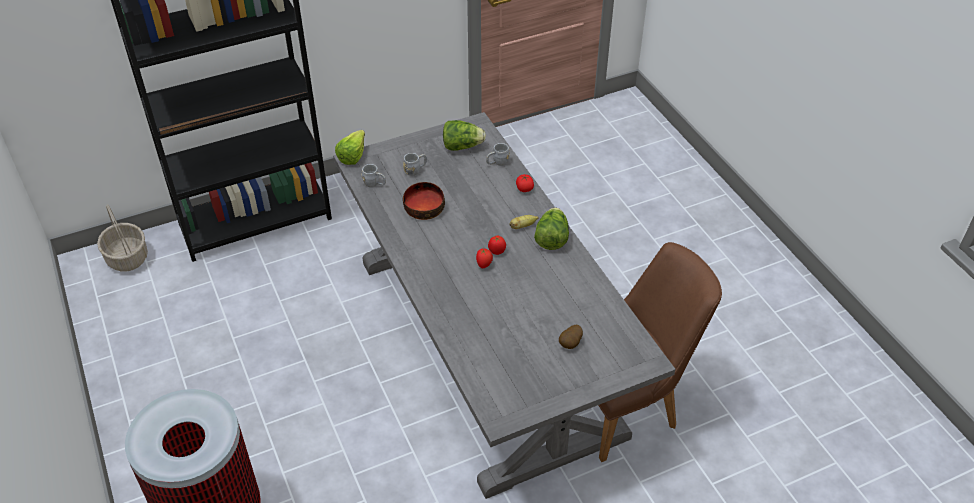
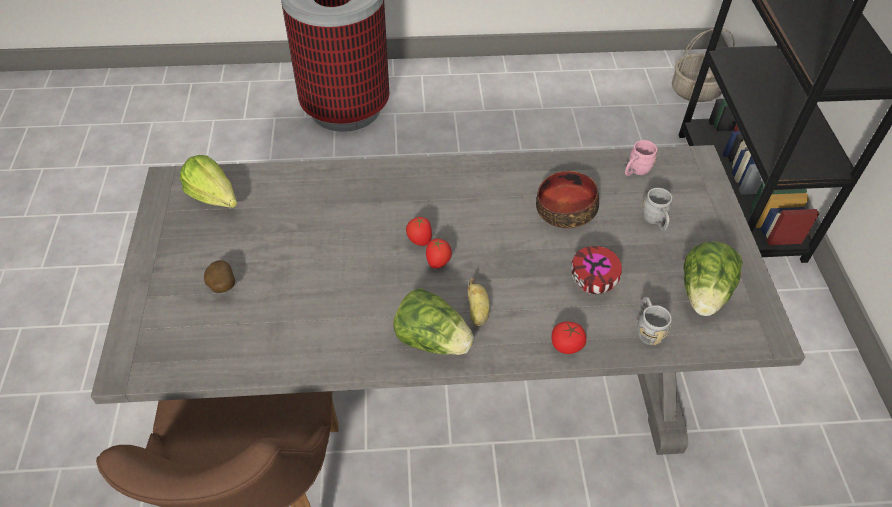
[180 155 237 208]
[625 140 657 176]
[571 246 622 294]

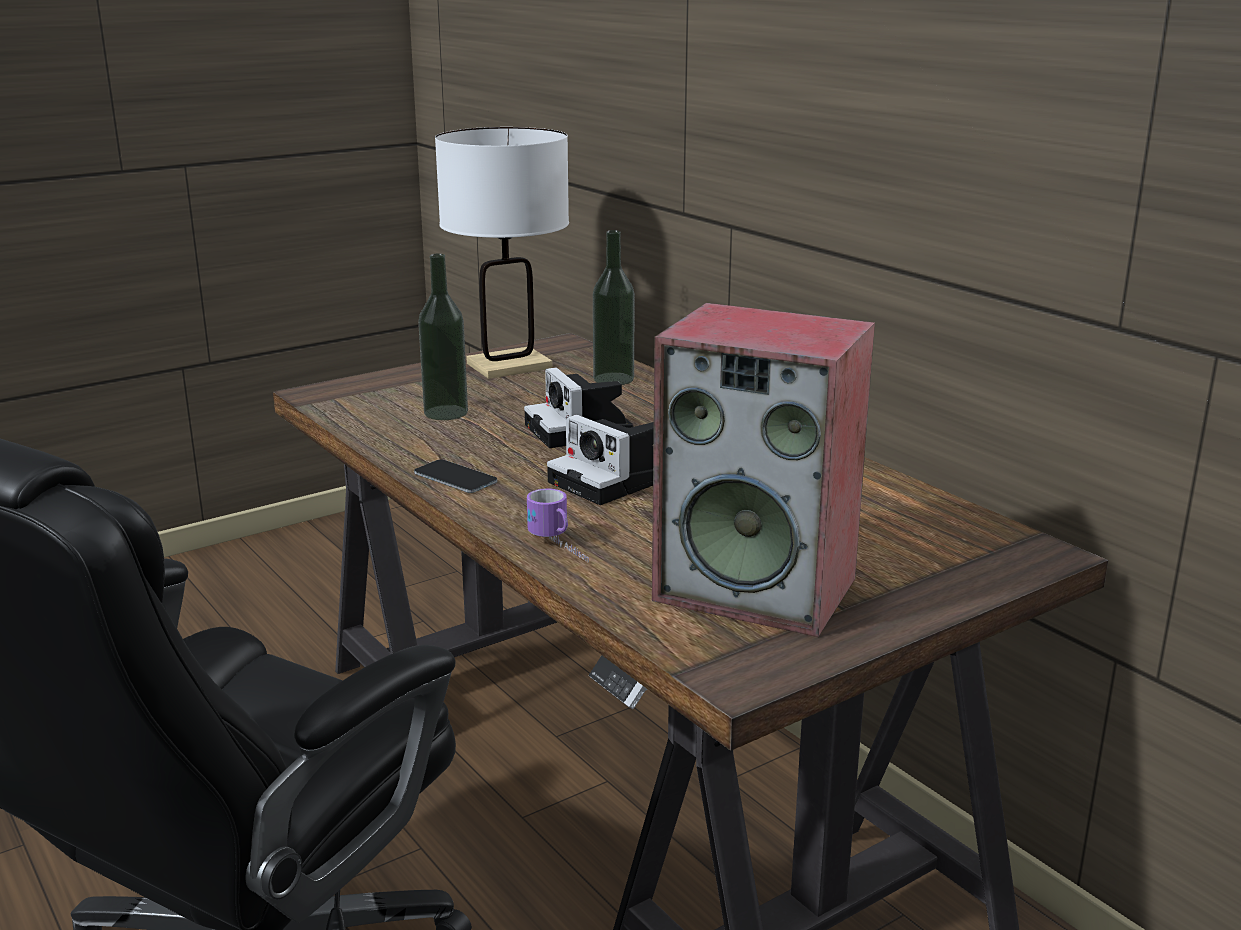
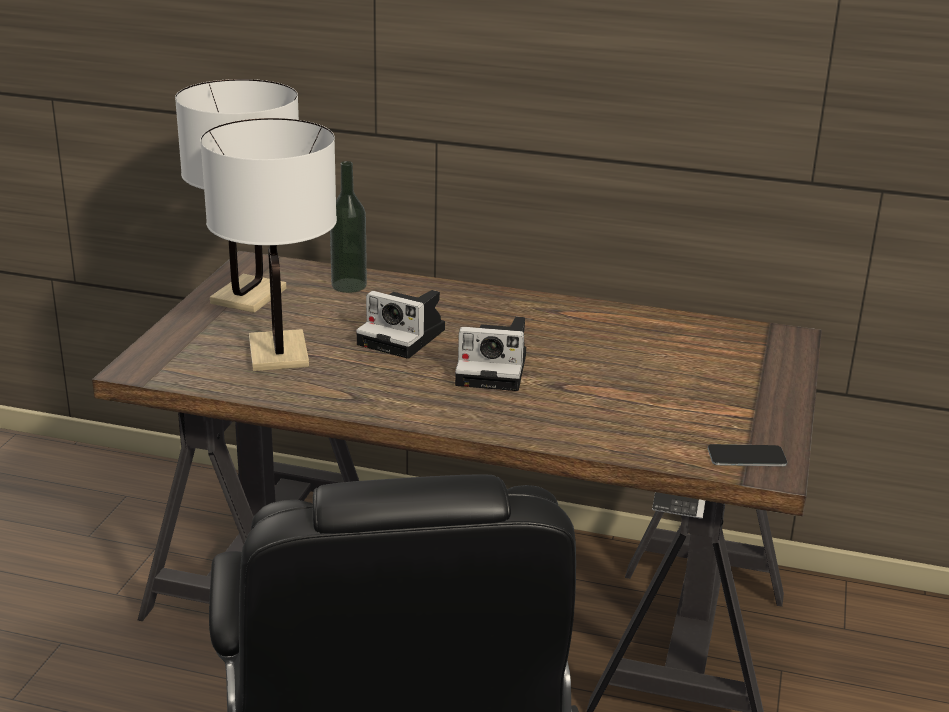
[200 118 337 371]
[652 303 875 637] (first image)
[708 444 787 466]
[527 489 589 563] (first image)

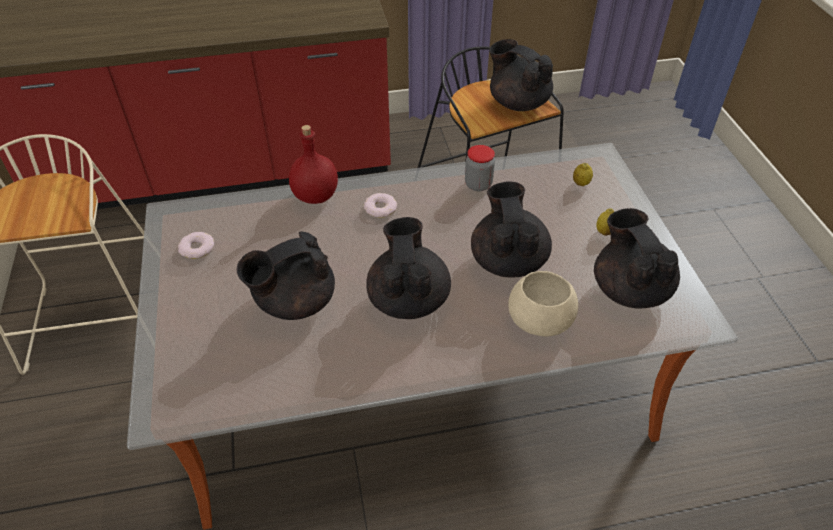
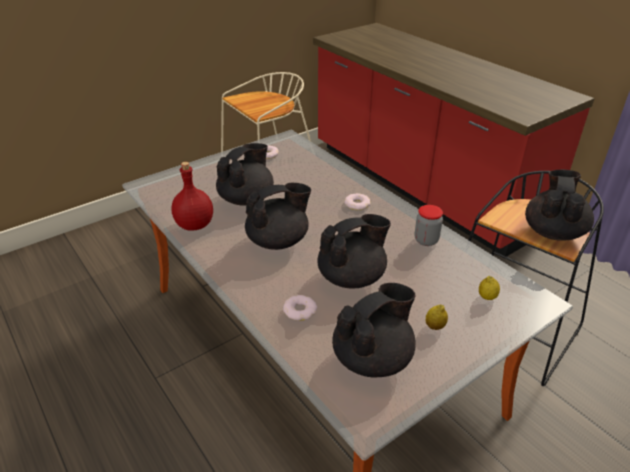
[172 162 213 231]
[216 143 274 206]
[283 295 317 321]

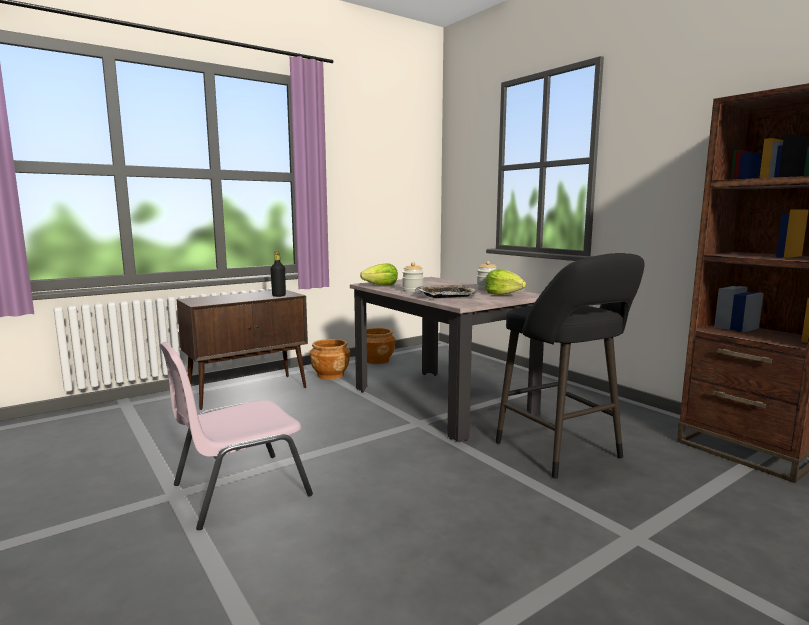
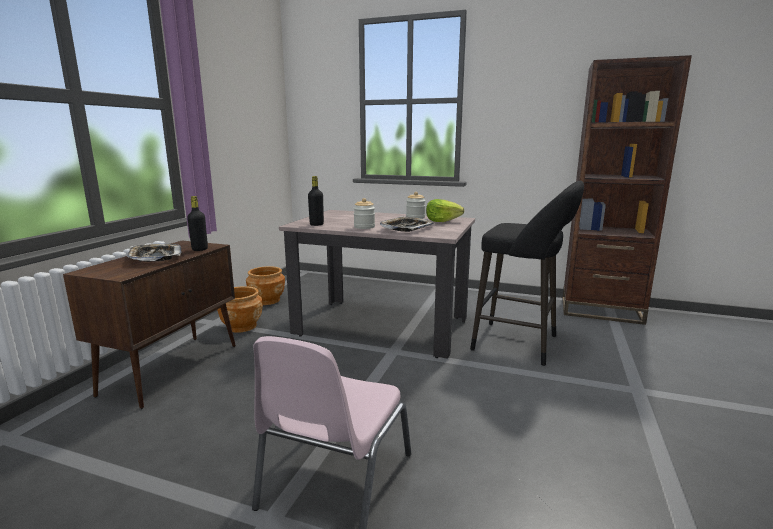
[308 176 324 226]
[127 244 182 262]

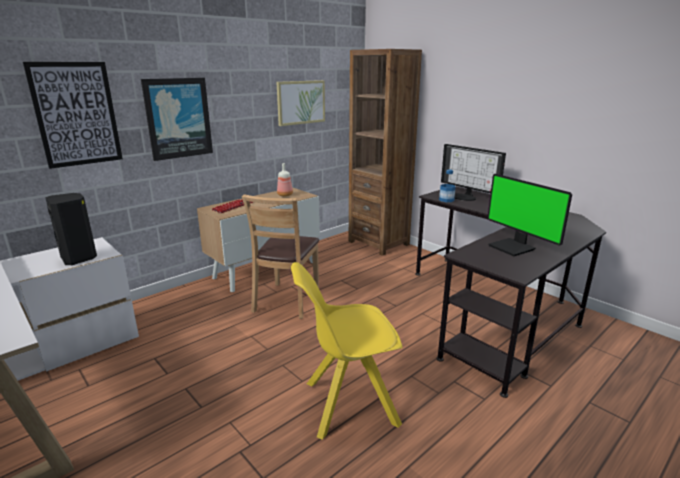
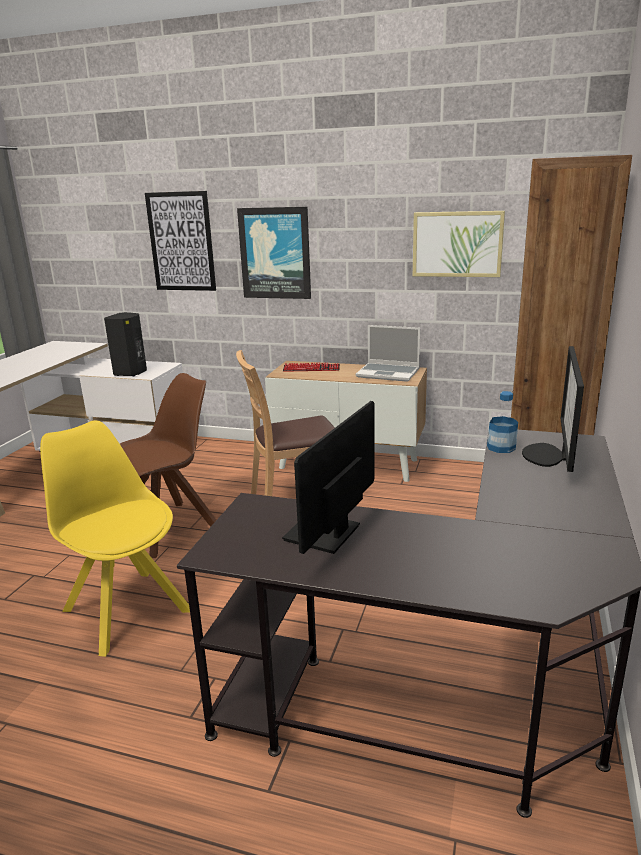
[356 325 420 382]
[120 373 216 558]

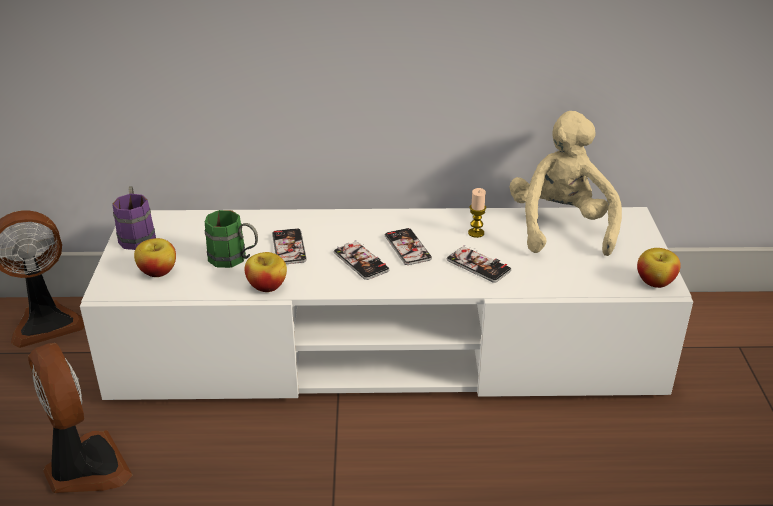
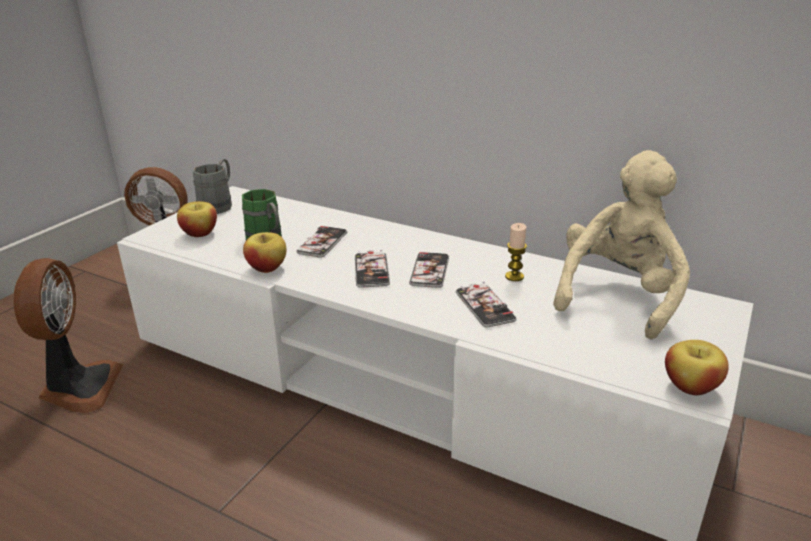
[193 159 232 214]

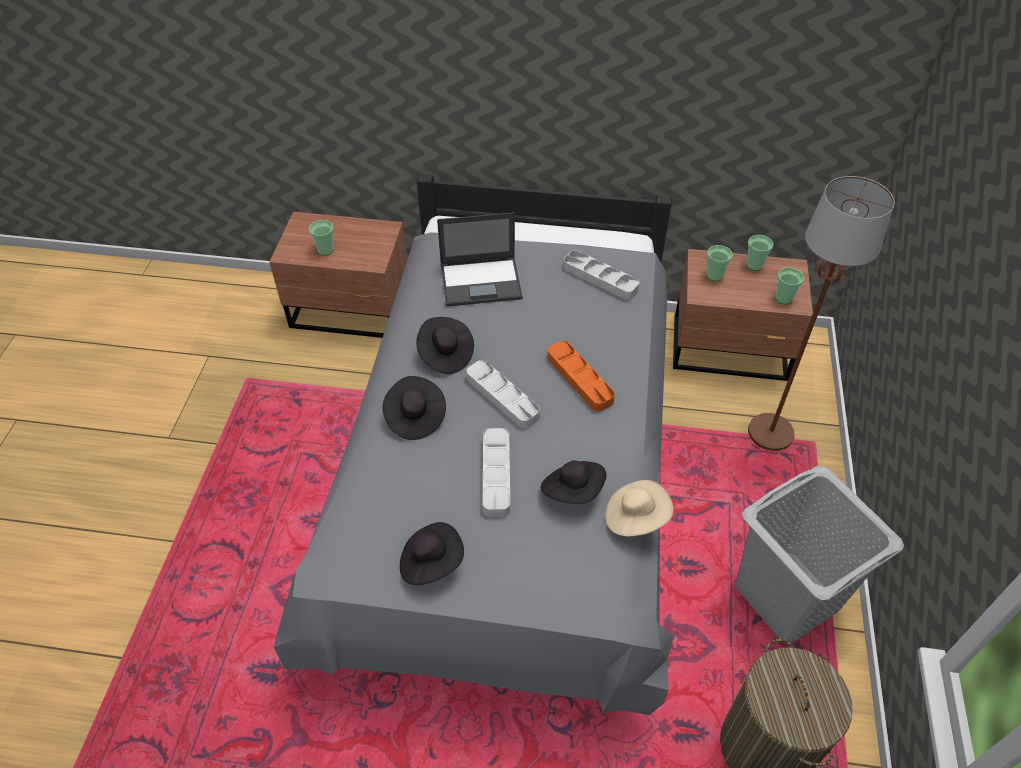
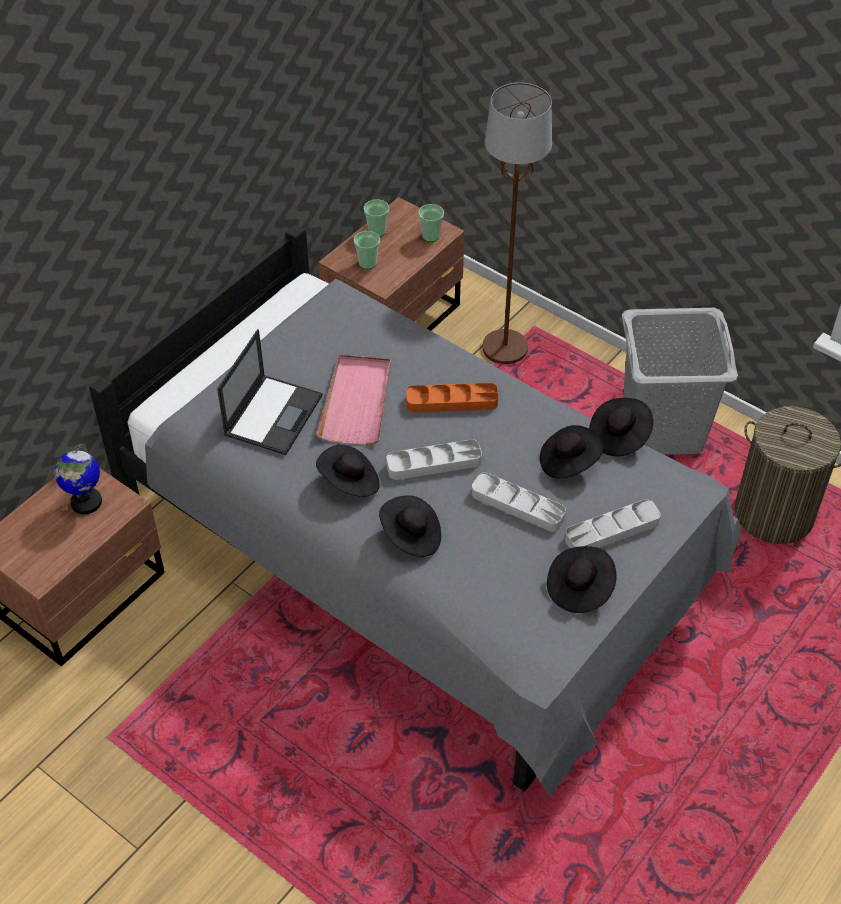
[309 220 334 256] (first image)
[565 499 660 548]
[589 398 653 456]
[316 355 391 445]
[54 444 102 514]

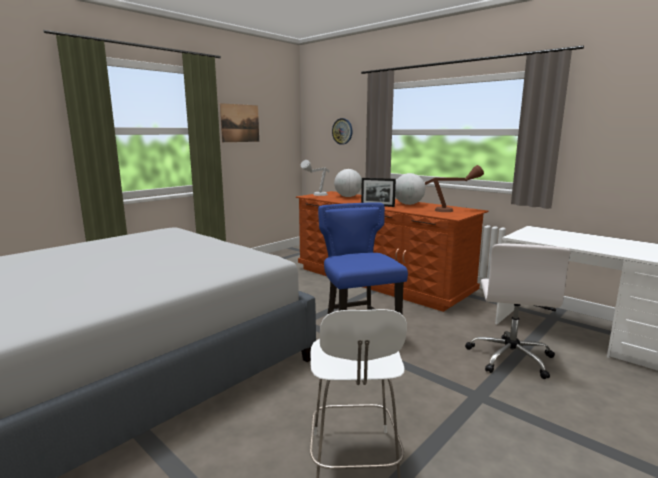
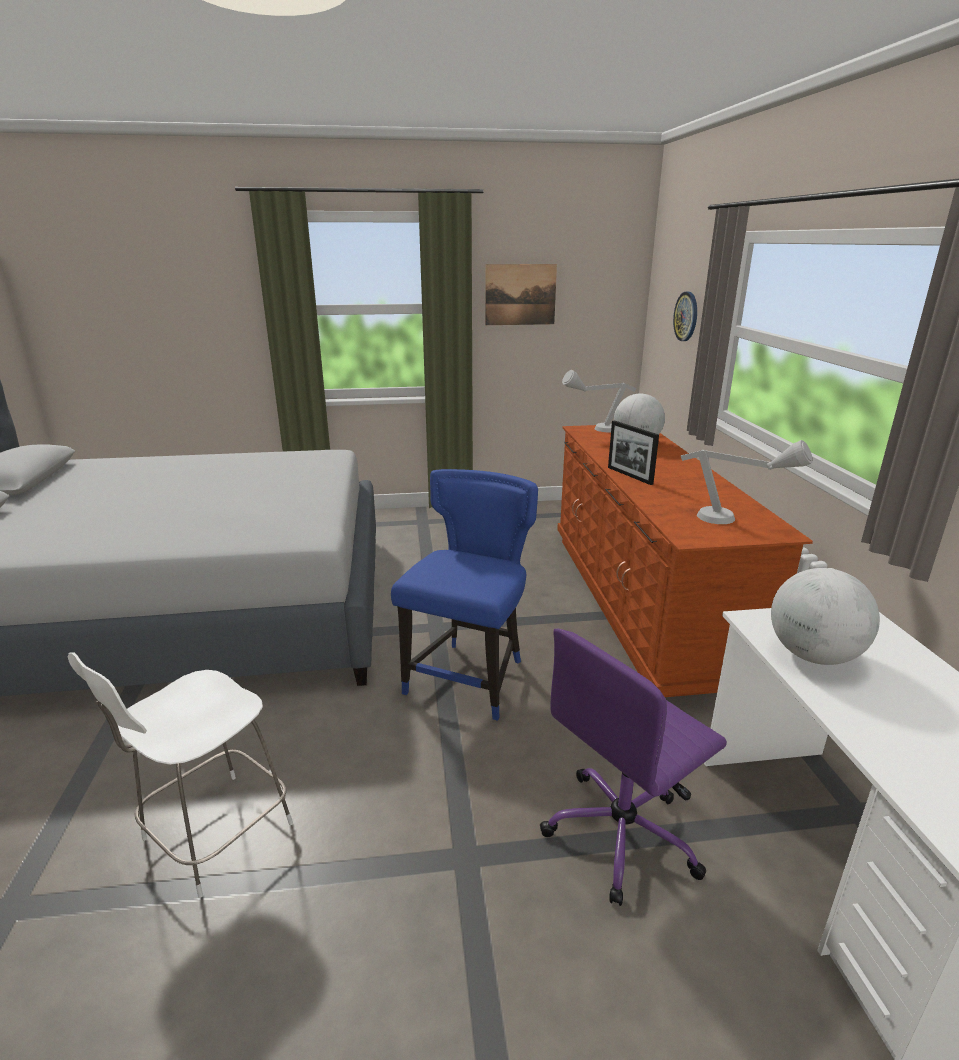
[681 440 813 524]
[771 568 880 665]
[540 629 727 906]

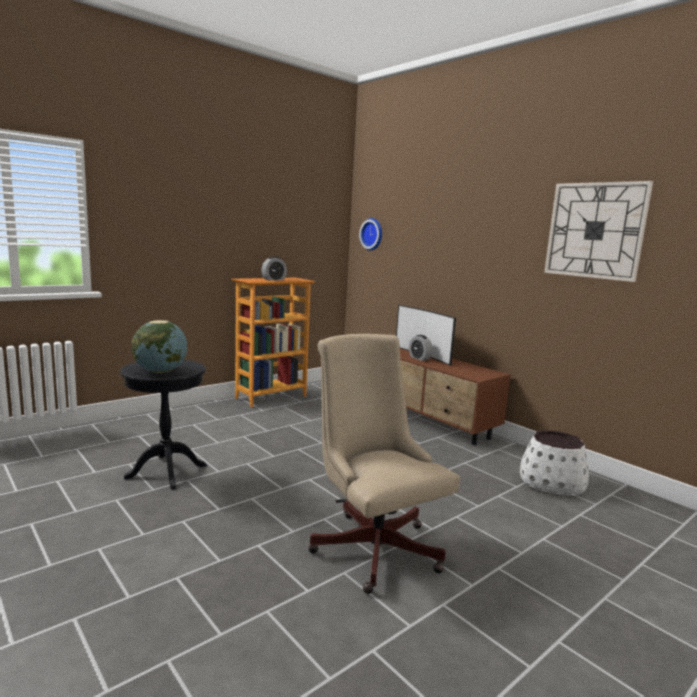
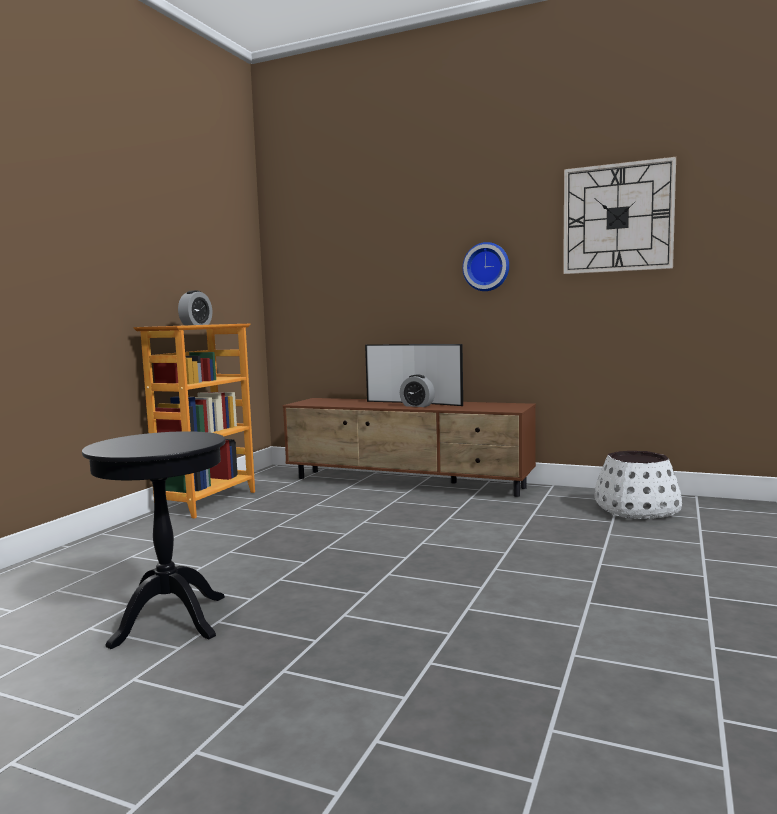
[462 242 509 291]
[132 320 187 373] (first image)
[308 334 460 594] (first image)

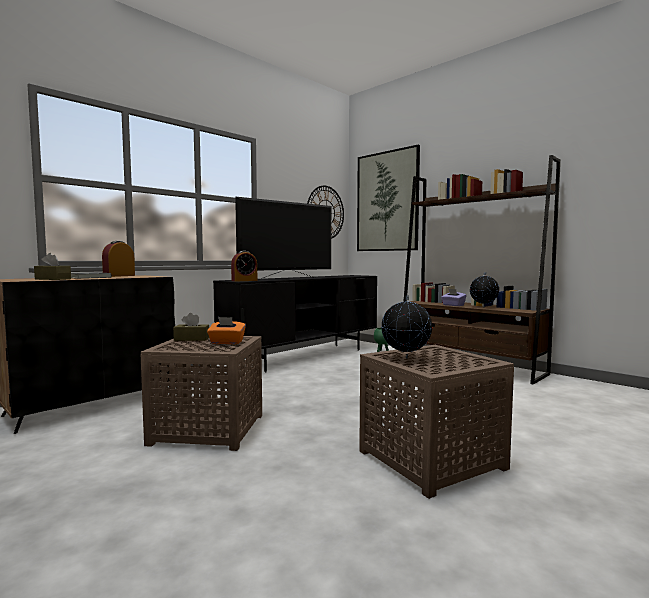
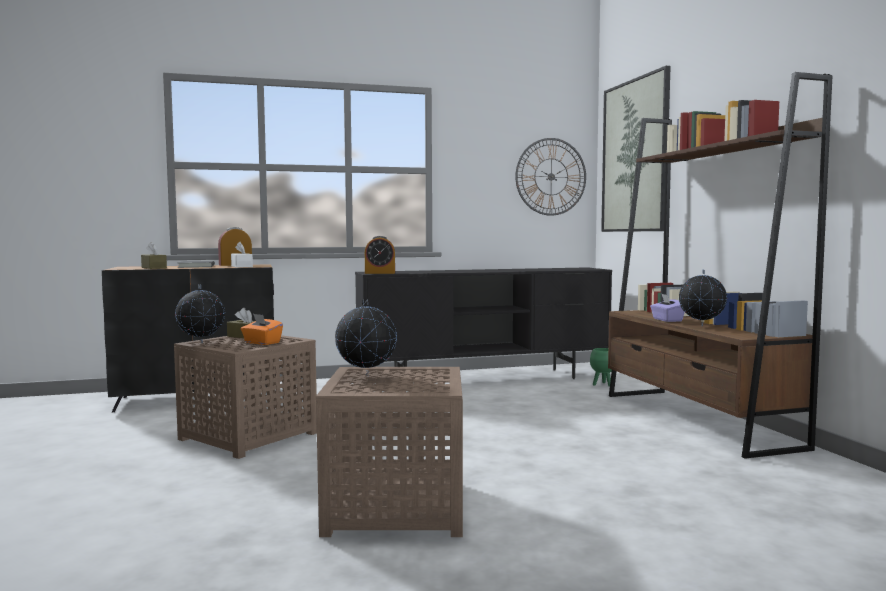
[235 197 331 280] (first image)
[231 242 253 268]
[175 284 225 343]

